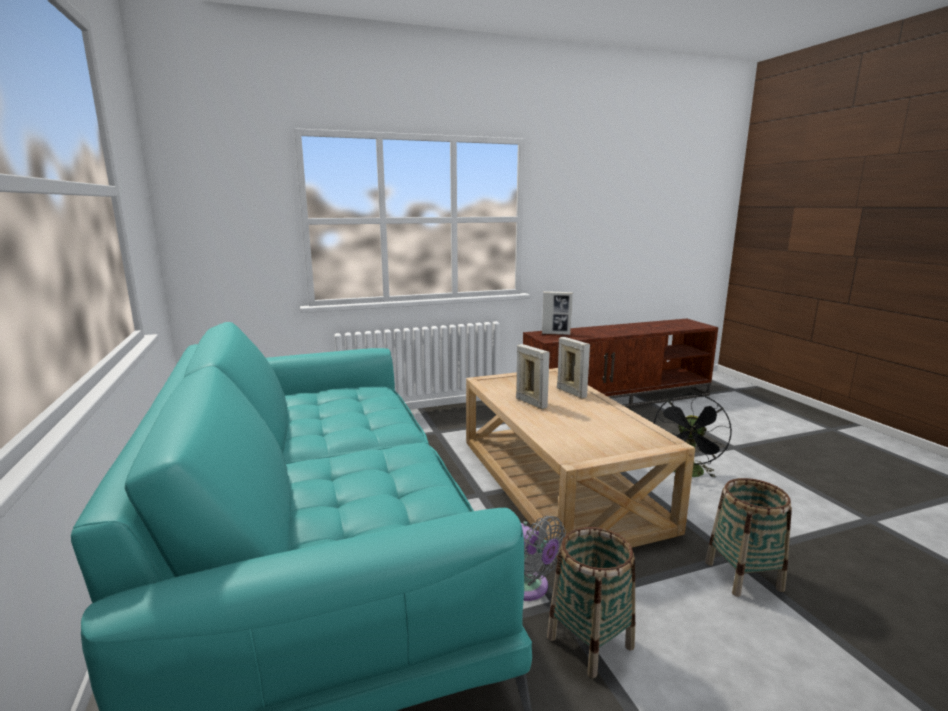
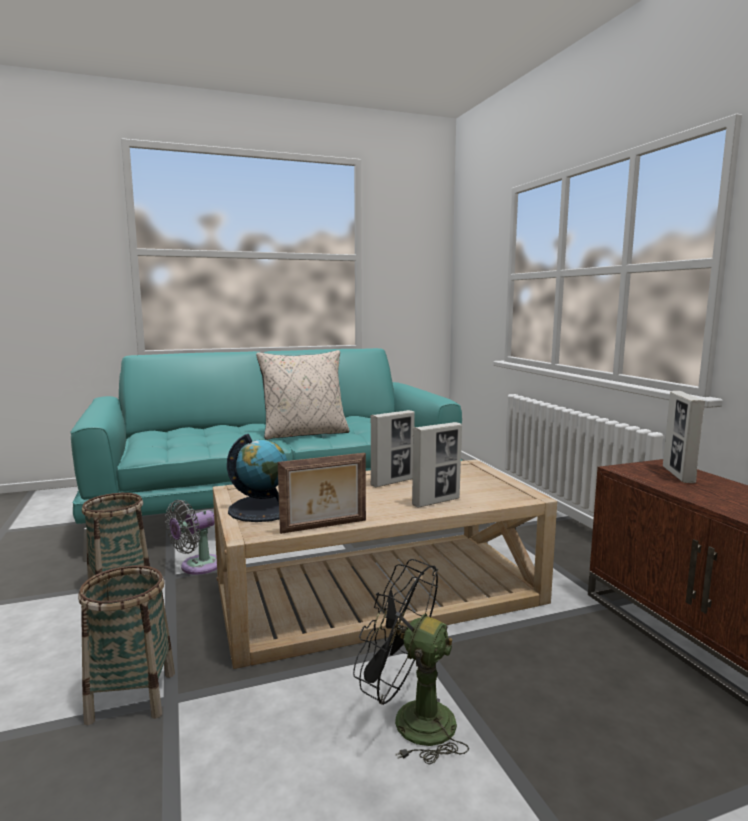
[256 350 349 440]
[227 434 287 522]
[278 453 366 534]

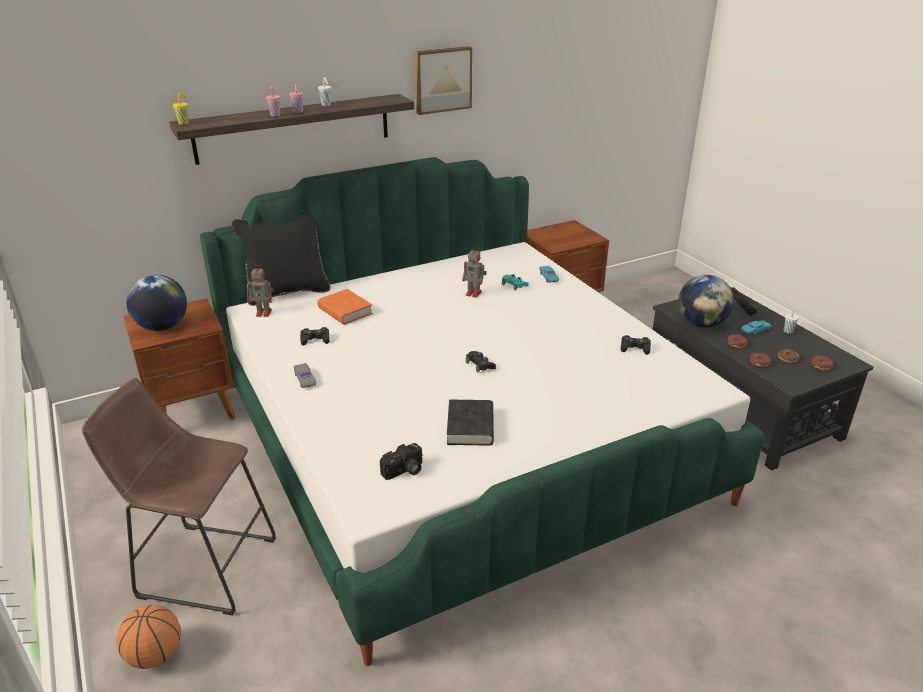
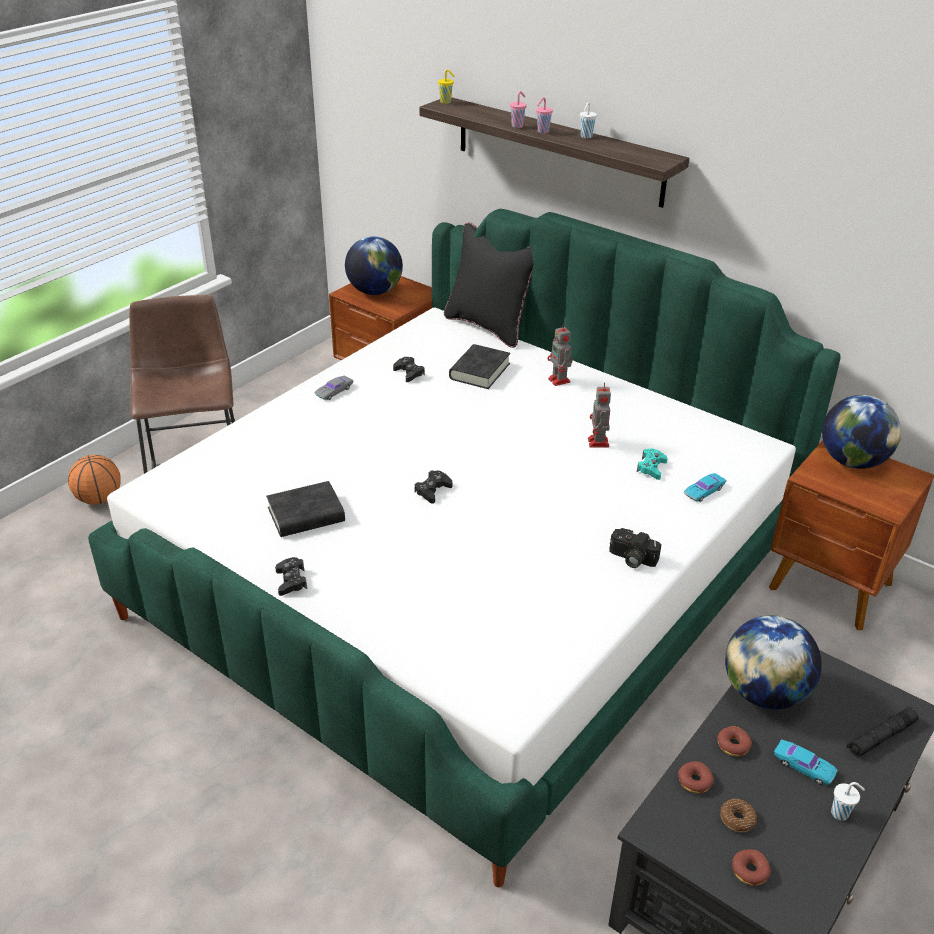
[415 46 472 115] (first image)
[547 324 573 386]
[449 344 510 389]
[275 557 307 596]
[609 528 661 568]
[822 395 901 469]

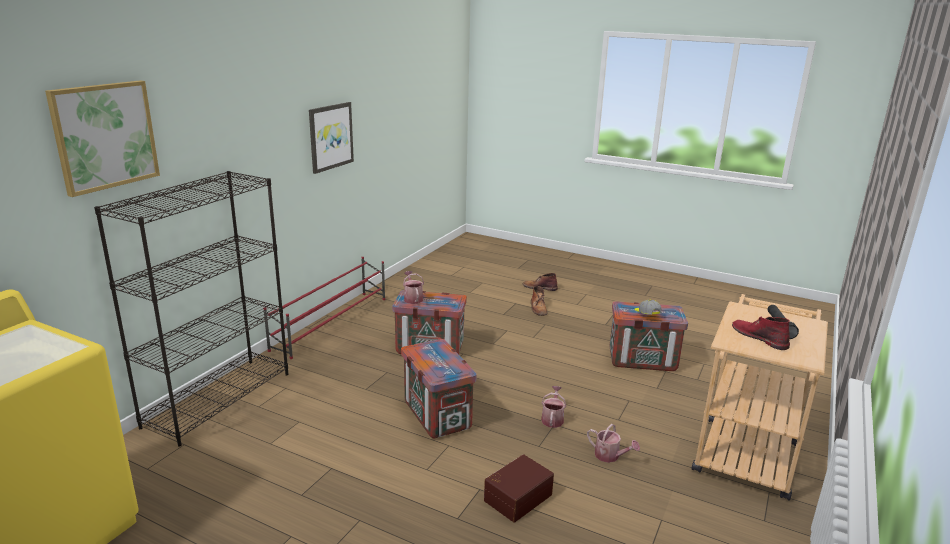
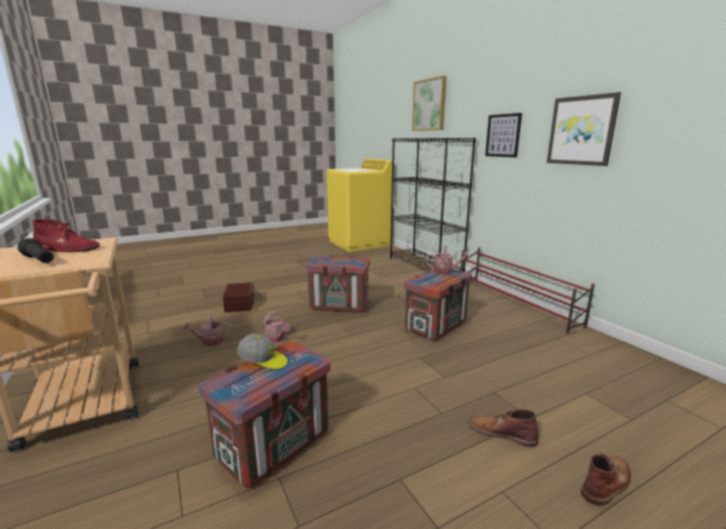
[485 113 522 157]

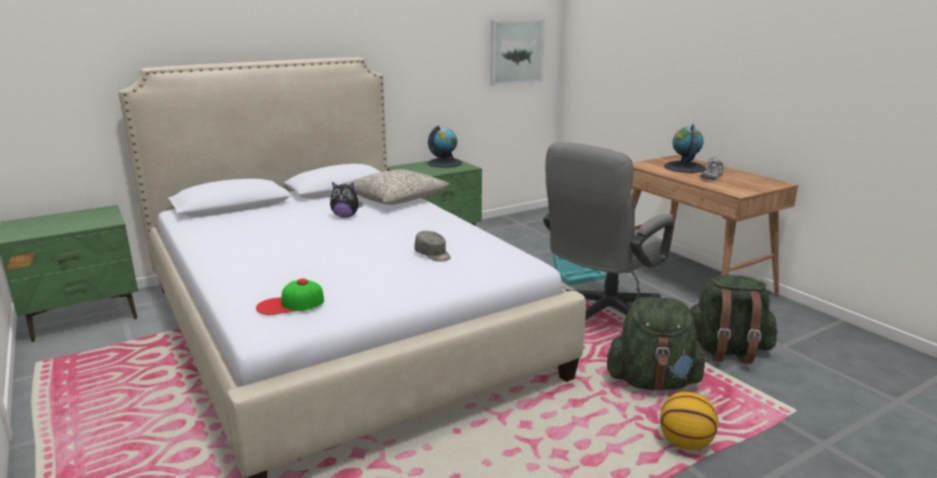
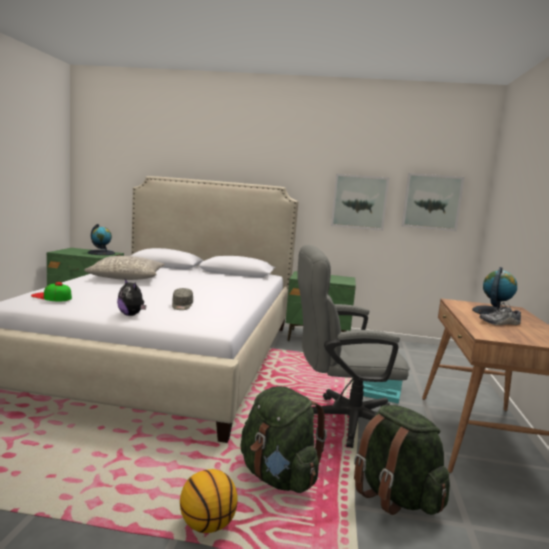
[88 224 115 255]
[84 256 165 280]
[117 279 146 316]
[331 174 389 231]

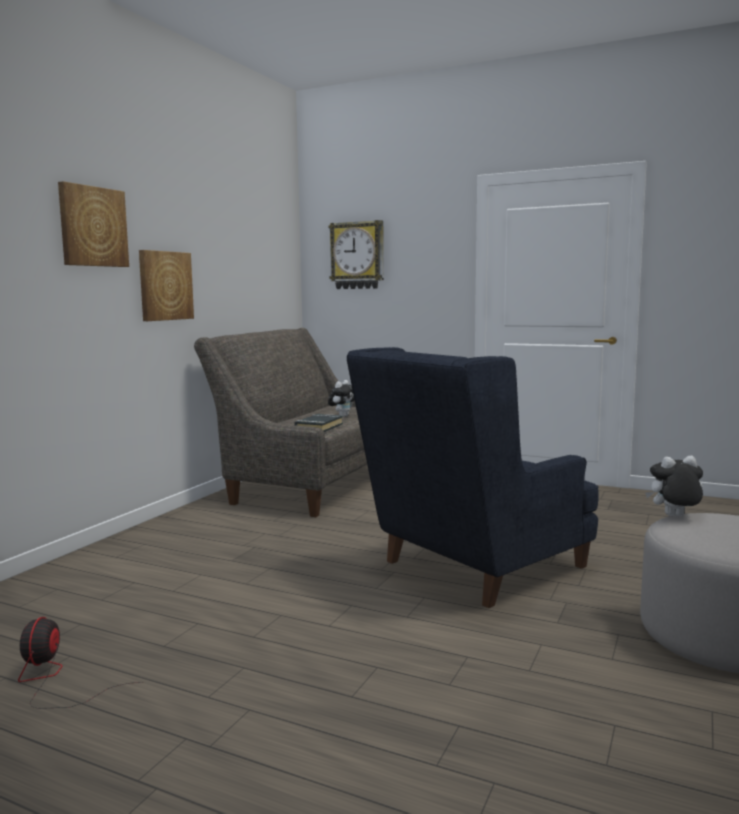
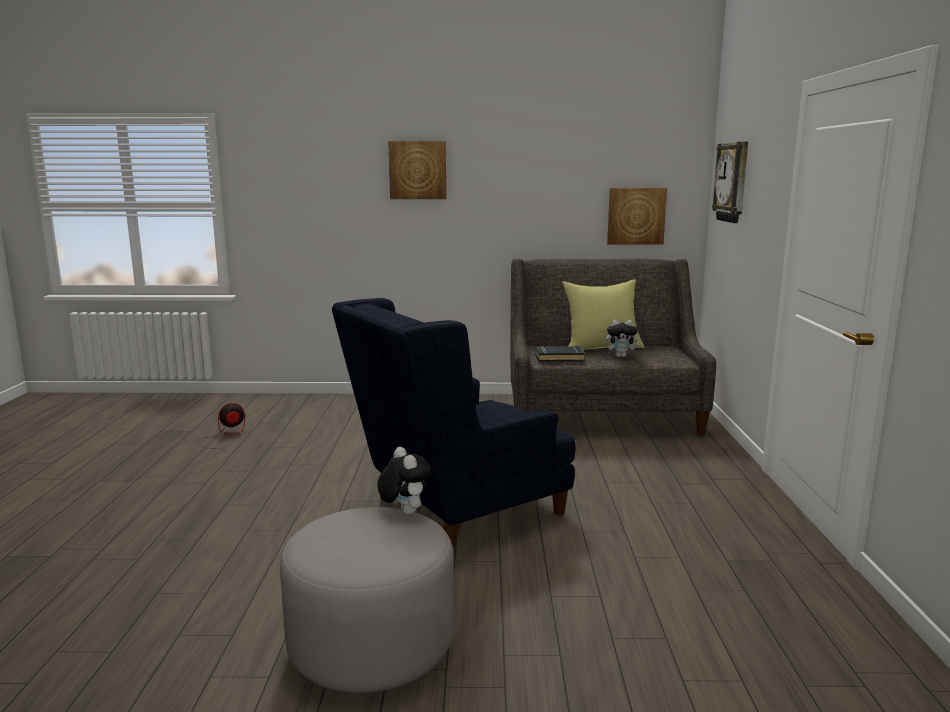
[607 188 667 245]
[332 298 576 549]
[562 279 645 350]

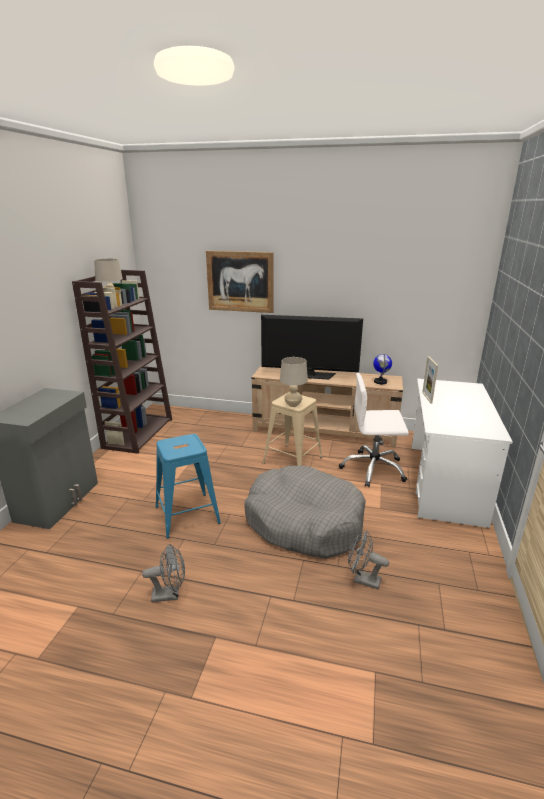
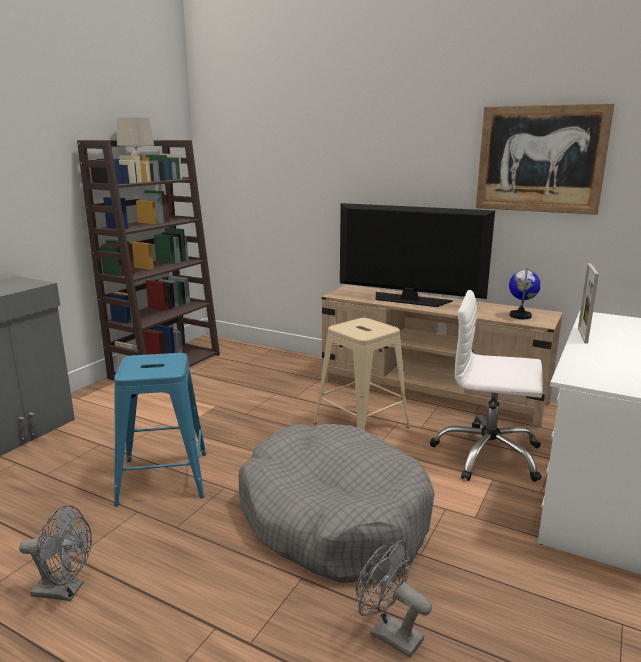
[476 103 615 215]
[280 357 308 407] (first image)

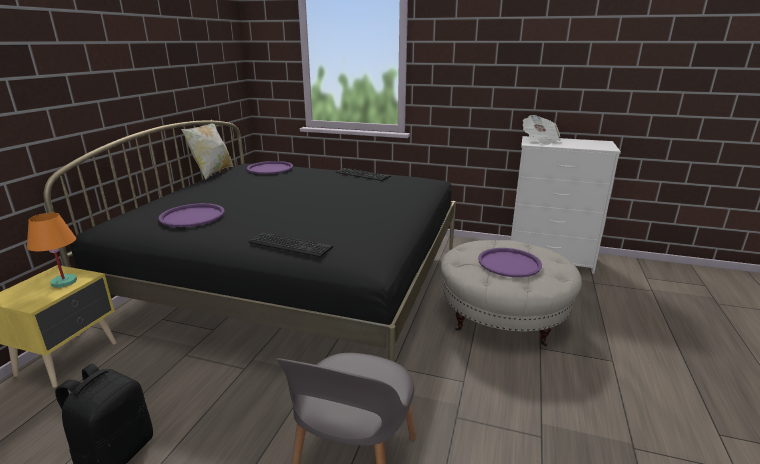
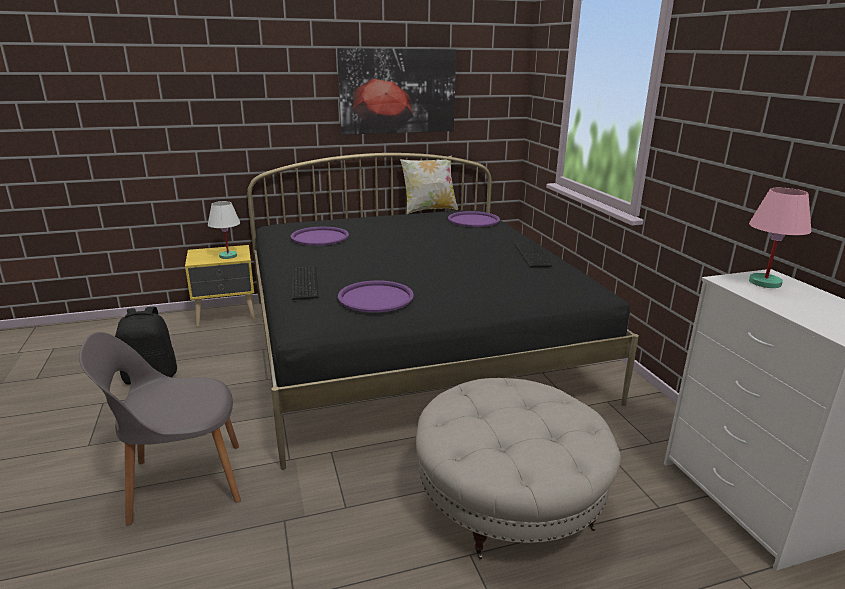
[749 188 812 288]
[208 201 240 259]
[338 280 414 312]
[337 48 456 135]

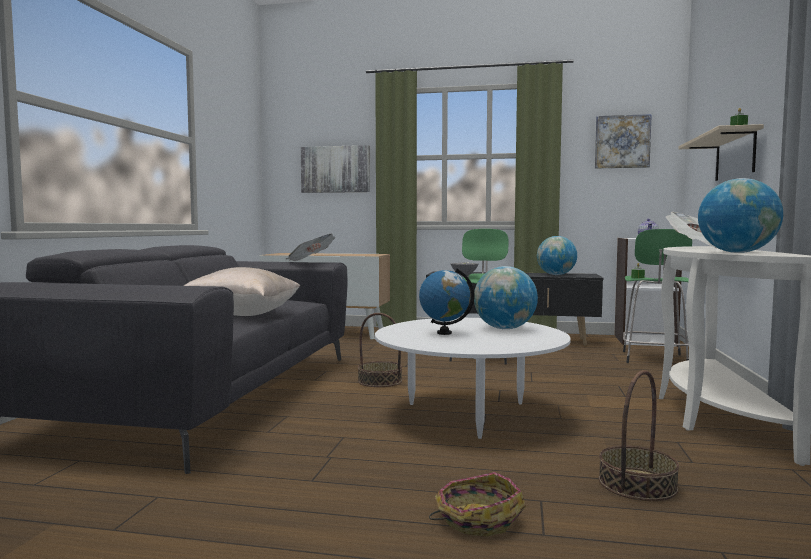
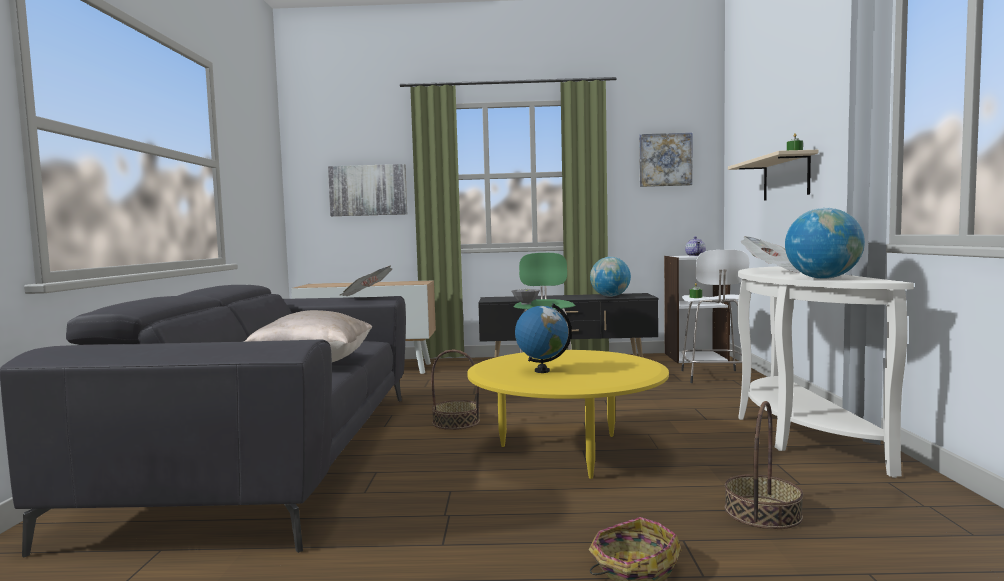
[681 250 749 383]
[474 266 538 329] (first image)
[467 350 669 479]

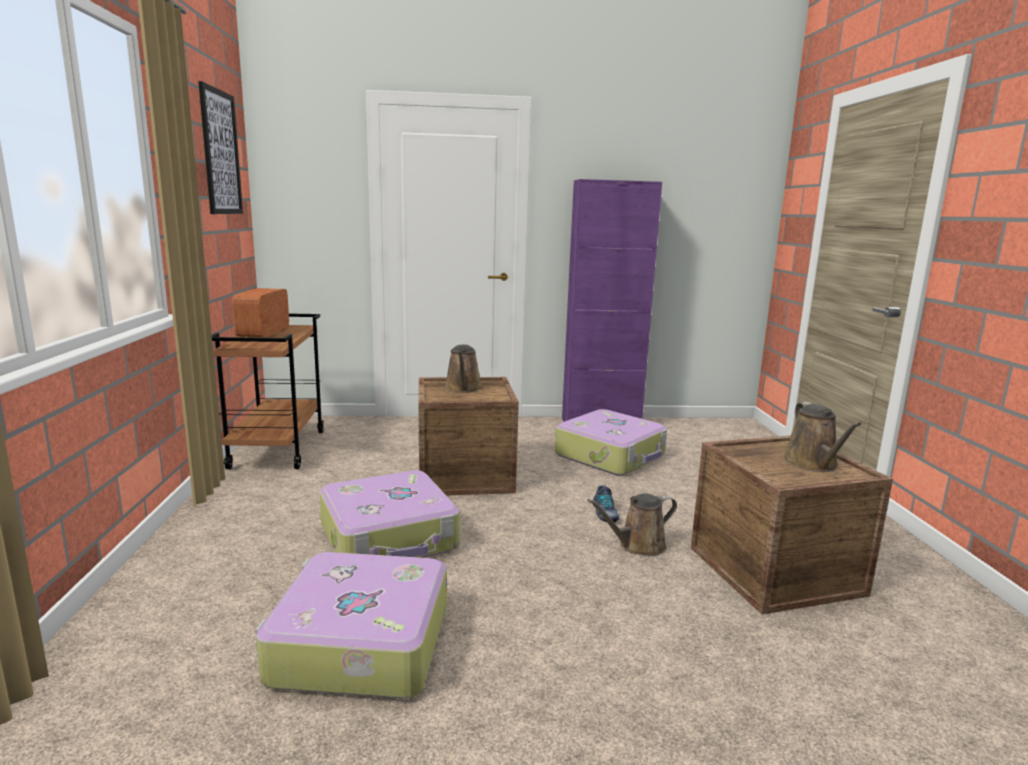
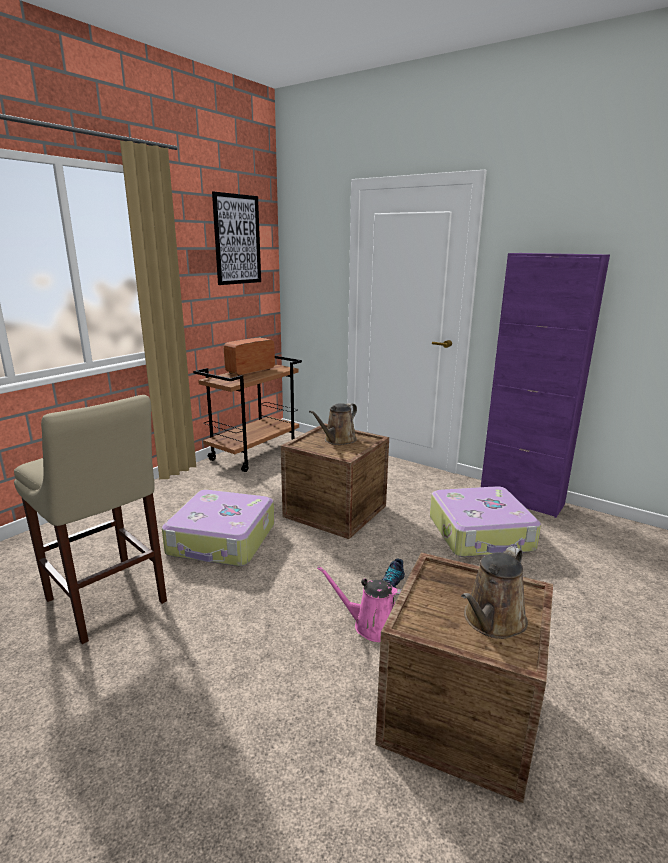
[317 566 402 642]
[14 395 167 644]

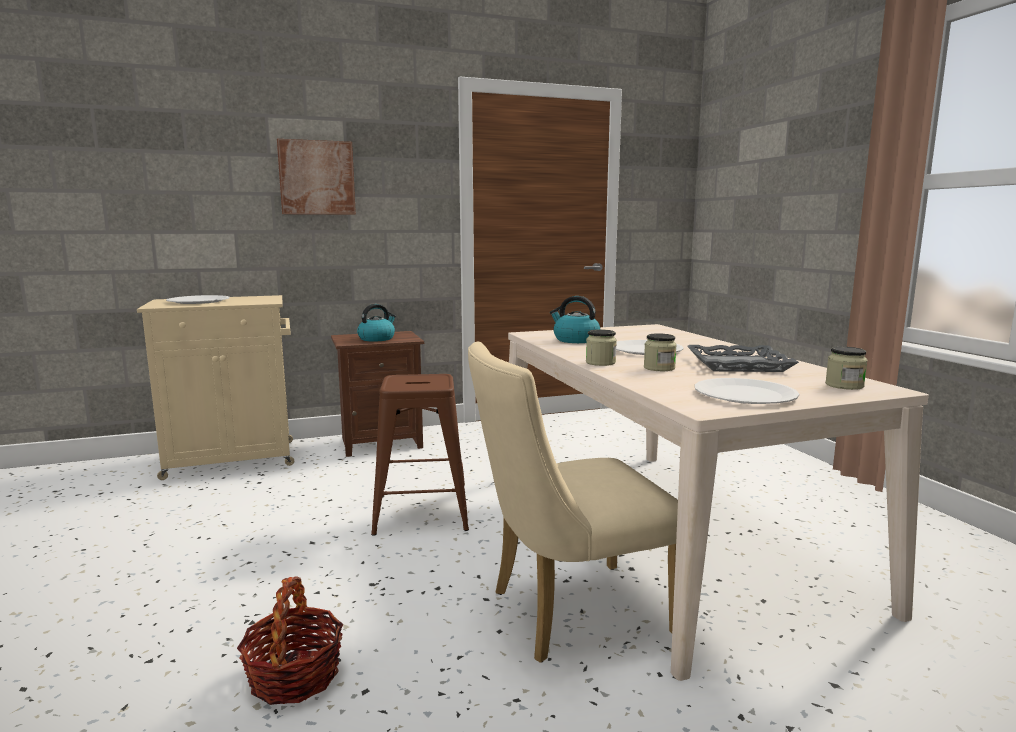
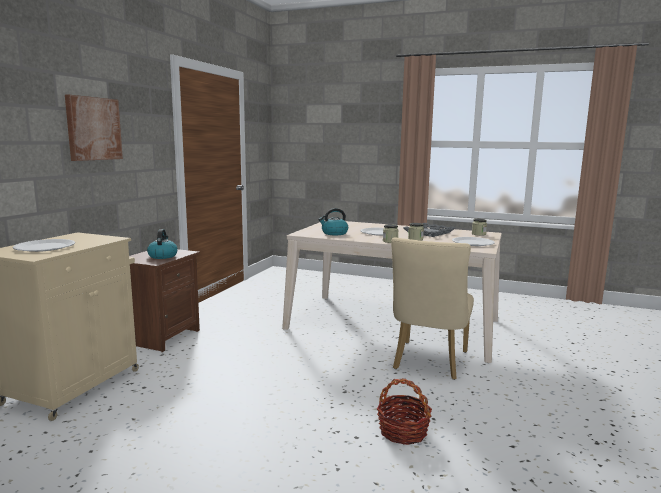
[371 374 469 536] (first image)

